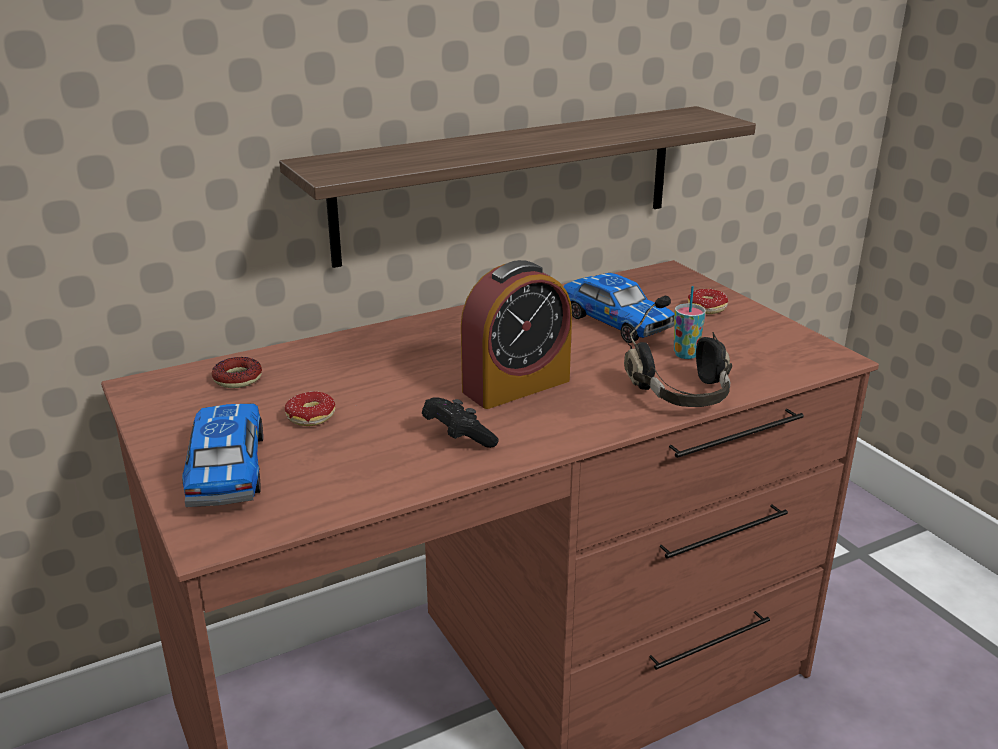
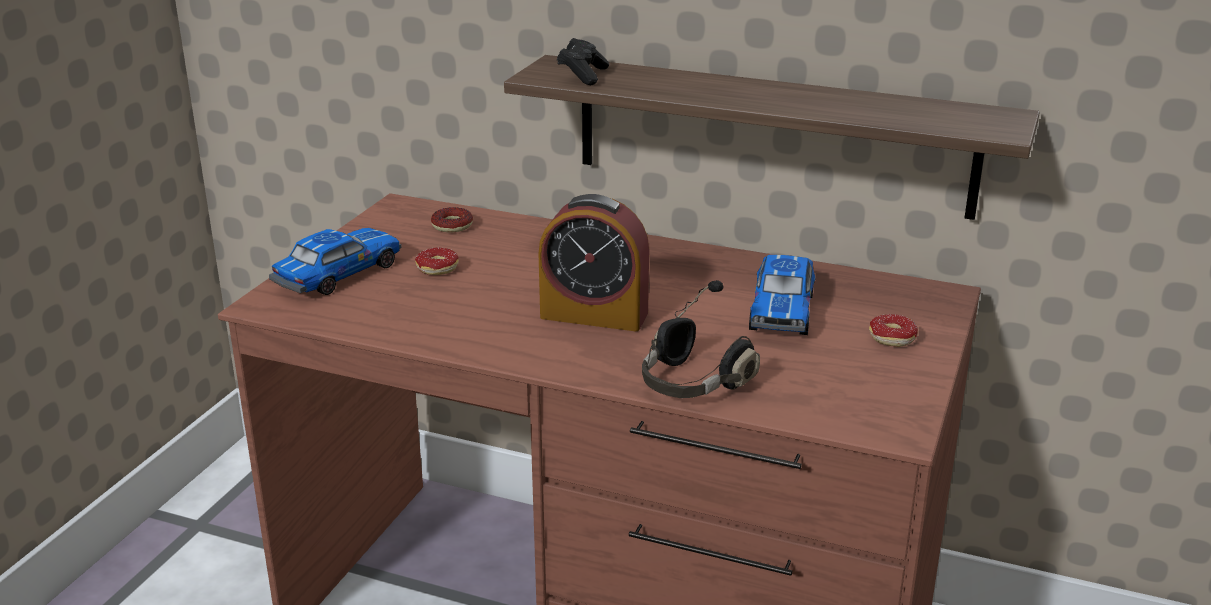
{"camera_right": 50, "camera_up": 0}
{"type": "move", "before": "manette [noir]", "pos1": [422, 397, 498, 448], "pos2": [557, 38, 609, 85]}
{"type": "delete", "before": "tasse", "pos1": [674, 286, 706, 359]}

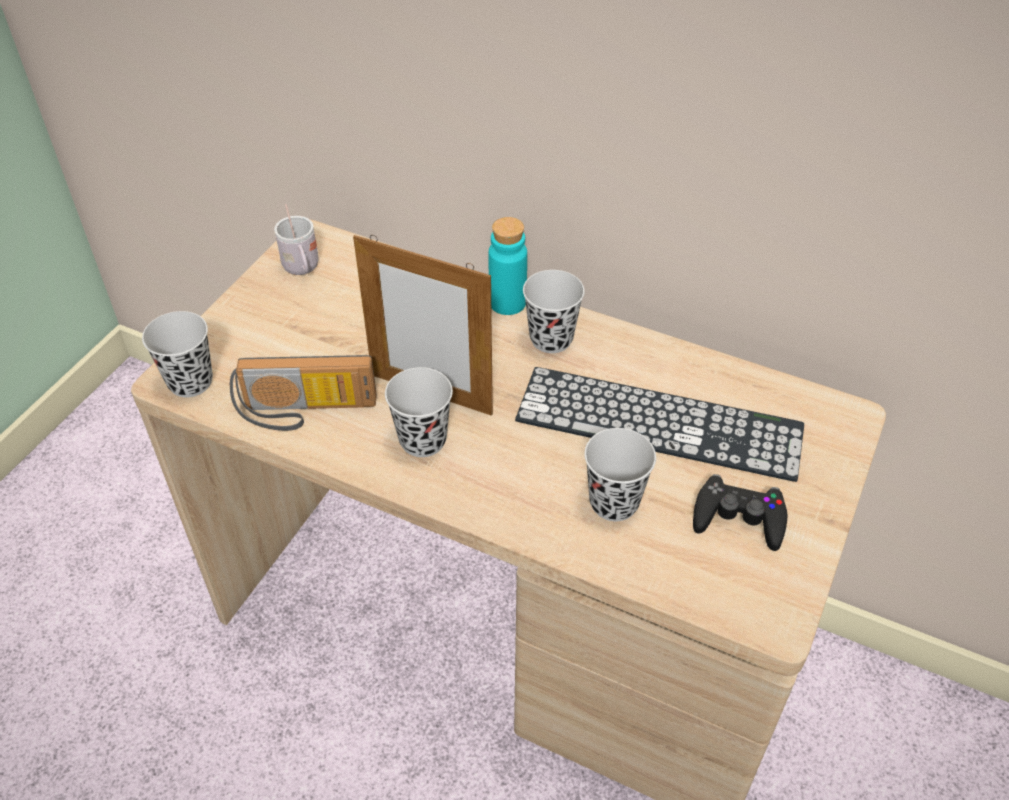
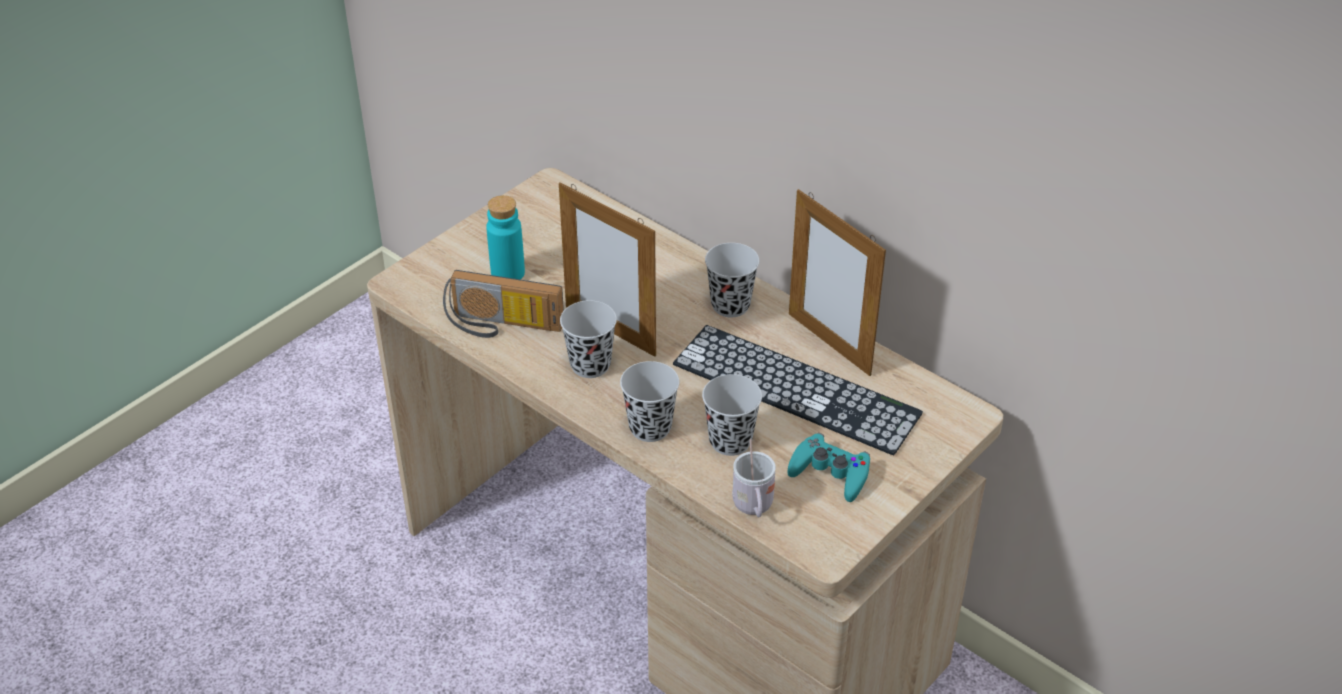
{"camera_right": 15, "camera_up": -5}
{"type": "move", "before": "tasse [noir]", "pos1": [142, 311, 213, 397], "pos2": [620, 361, 679, 442]}
{"type": "move", "before": "mug [blanc]", "pos1": [274, 204, 319, 275], "pos2": [732, 438, 776, 517]}
{"type": "move", "before": "bouteille [turquoise]", "pos1": [489, 217, 527, 315], "pos2": [486, 195, 525, 280]}
{"type": "recolor", "before": "manette [noir]", "after": "manette [turquoise]", "pos1": [693, 474, 787, 551], "pos2": [788, 433, 870, 502]}
{"type": "insert", "after": "cadre photo", "pos2": [789, 189, 886, 376]}

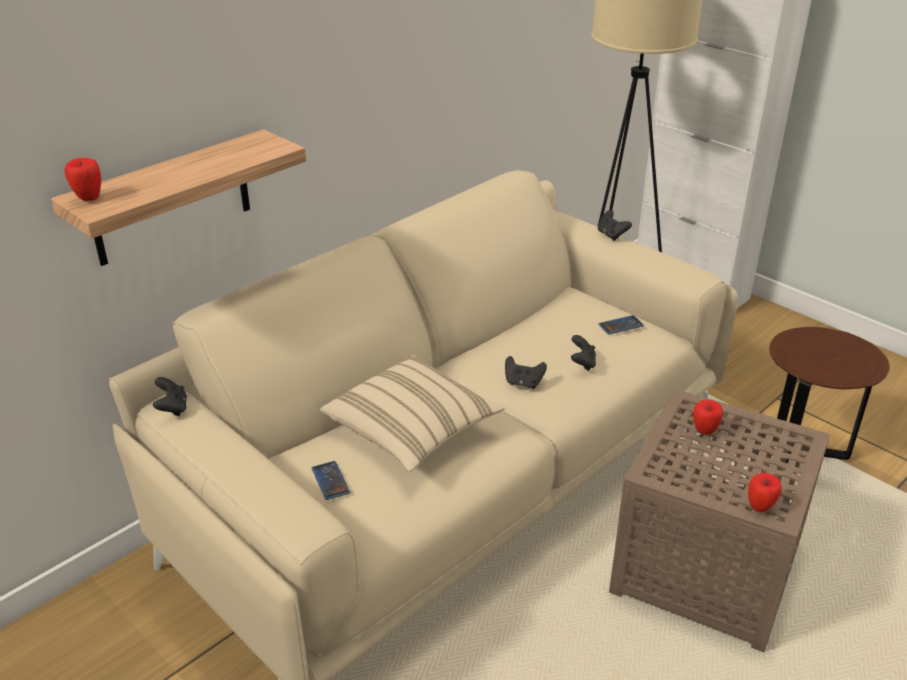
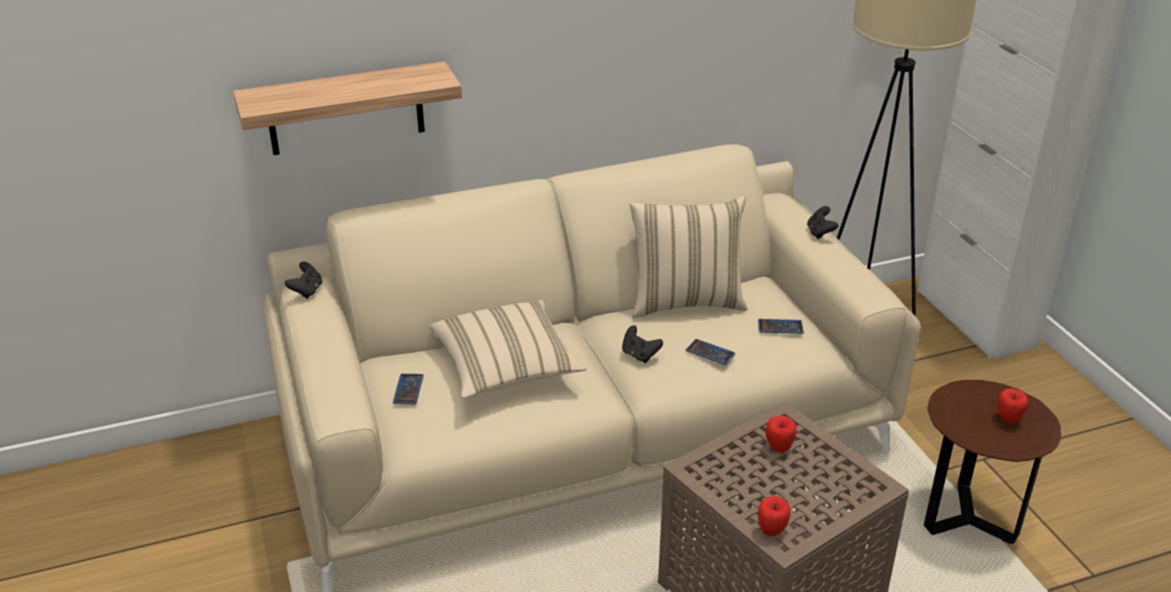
{"camera_right": 25, "camera_up": 0}
{"type": "move", "before": "pomme", "pos1": [64, 158, 101, 201], "pos2": [998, 388, 1028, 424]}
{"type": "replace", "before": "manette [noir]", "after": "téléphone", "pos1": [571, 335, 596, 371], "pos2": [686, 339, 735, 365]}
{"type": "insert", "after": "coussin [beige]", "pos2": [629, 195, 748, 318]}

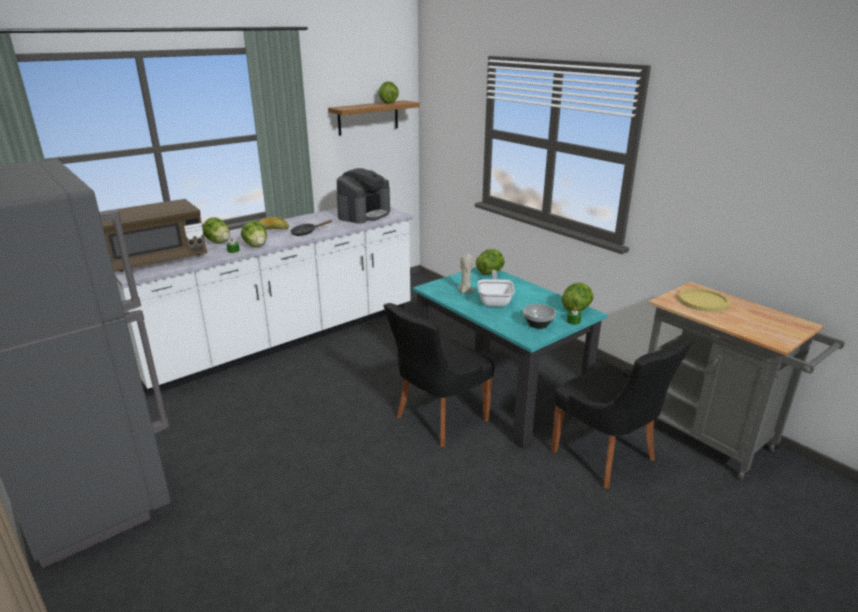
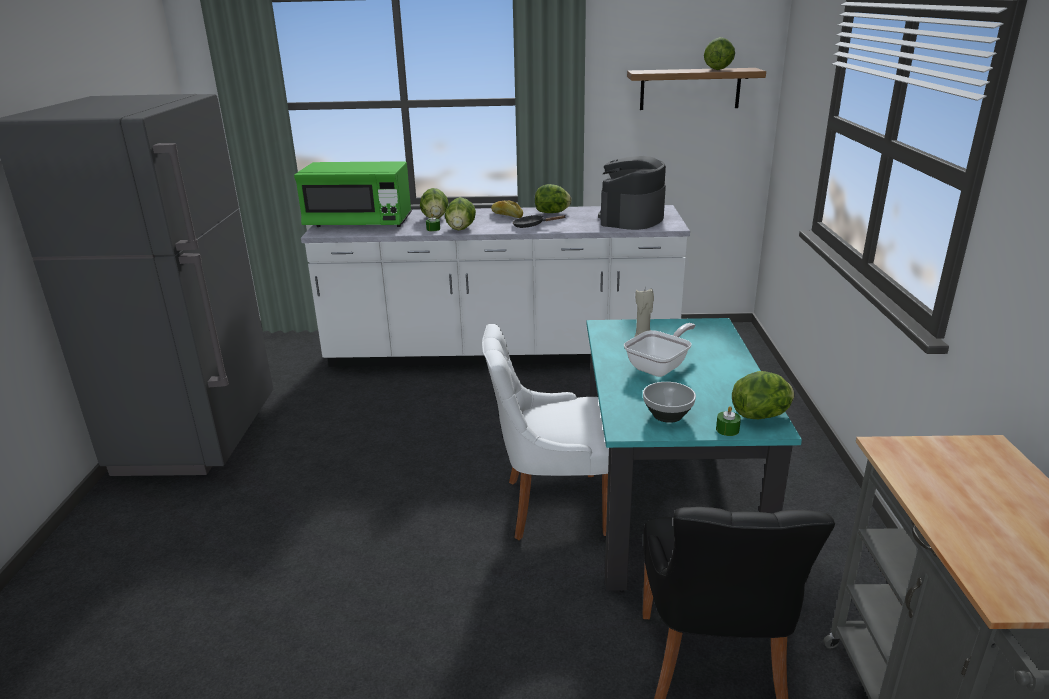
{"camera_right": 40, "camera_up": 0}
{"type": "recolor", "before": "micro-ondes [marron]", "after": "micro-ondes [vert]", "pos1": [101, 199, 207, 272], "pos2": [294, 162, 412, 227]}
{"type": "rotate", "before": "machine à café", "pos1": [337, 168, 390, 224], "pos2": [598, 156, 666, 230], "turn": 135}
{"type": "recolor", "before": "chaise [noir]", "after": "chaise [blanc]", "pos1": [383, 303, 494, 447], "pos2": [482, 324, 609, 540]}
{"type": "move", "before": "laitue", "pos1": [476, 249, 505, 275], "pos2": [535, 184, 572, 213]}
{"type": "delete", "before": "assiette [jaune]", "pos1": [678, 289, 730, 312]}

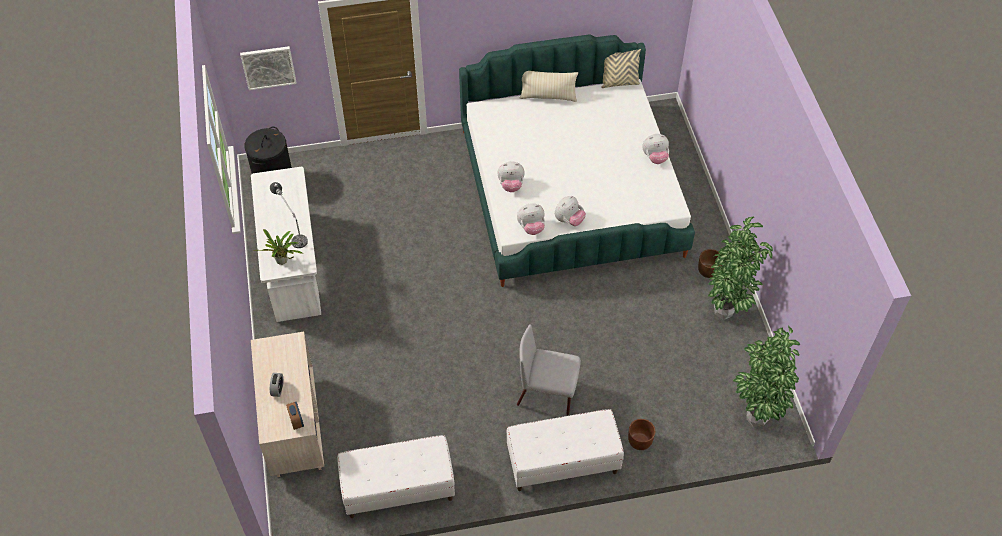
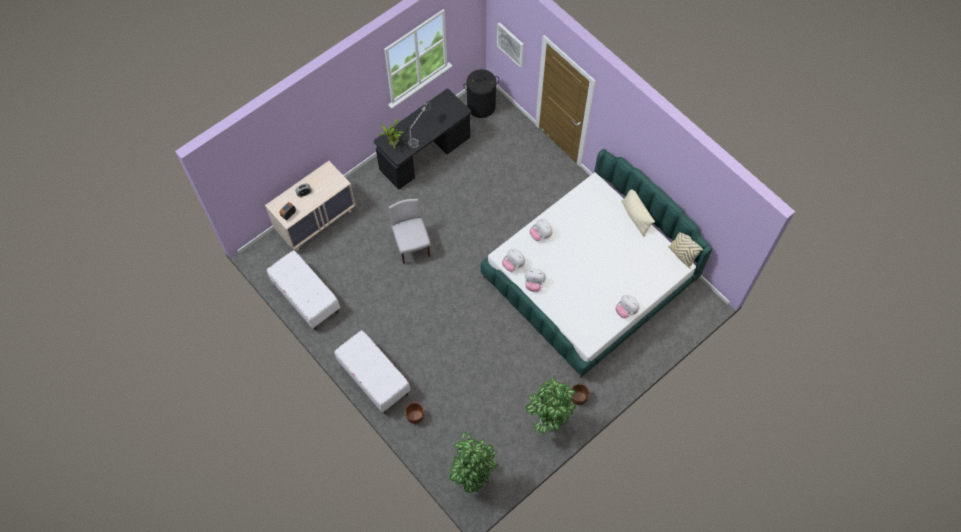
{"camera_right": 60, "camera_up": 10}
{"type": "recolor", "before": "bureau [blanc]", "after": "bureau [noir]", "pos1": [251, 167, 321, 322], "pos2": [374, 89, 472, 189]}
{"type": "move", "before": "chaise [gris]", "pos1": [517, 324, 581, 415], "pos2": [389, 199, 431, 264]}

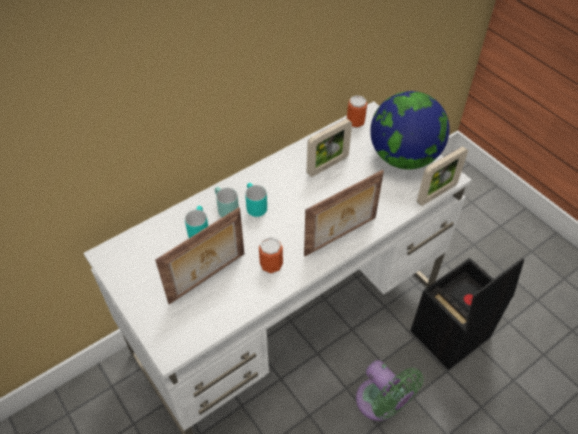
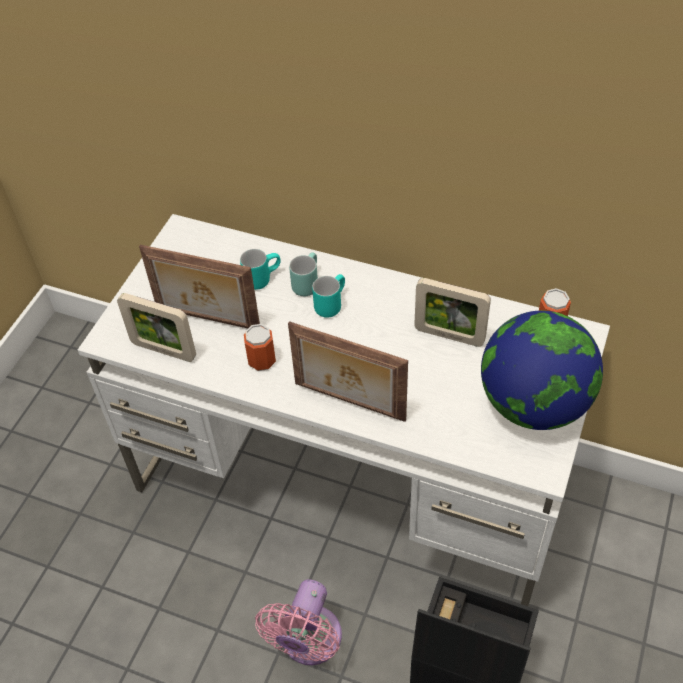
{"camera_right": 60, "camera_up": 0}
{"type": "recolor", "before": "ventilateur [vert]", "after": "ventilateur [rose]", "pos1": [356, 360, 424, 421], "pos2": [255, 579, 342, 665]}
{"type": "move", "before": "cadre photo", "pos1": [417, 146, 468, 206], "pos2": [117, 293, 196, 362]}

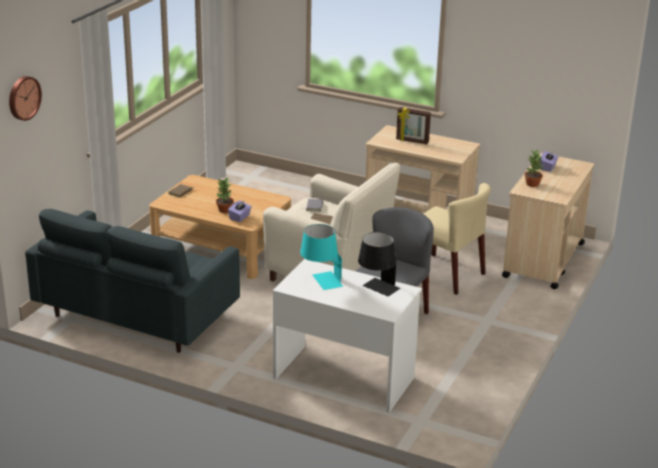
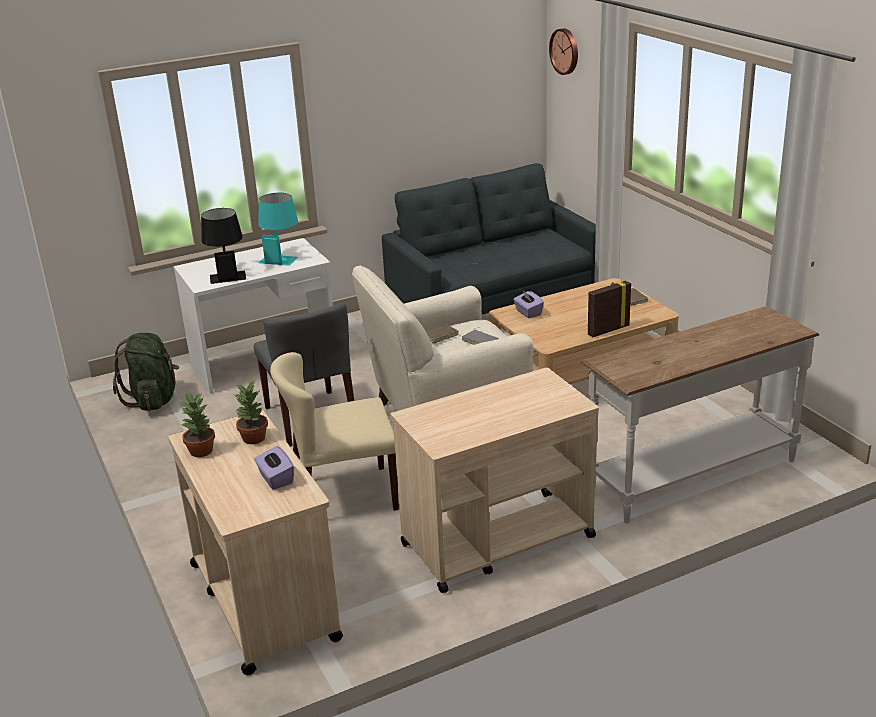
{"camera_right": 130, "camera_up": 0}
{"type": "move", "before": "plante en pot", "pos1": [216, 177, 234, 213], "pos2": [179, 392, 215, 457]}
{"type": "move", "before": "cadre photo", "pos1": [396, 107, 431, 144], "pos2": [588, 281, 631, 337]}
{"type": "insert", "after": "sac à dos [vert]", "pos2": [113, 333, 179, 411]}
{"type": "insert", "after": "table console [blanc]", "pos2": [581, 306, 819, 523]}

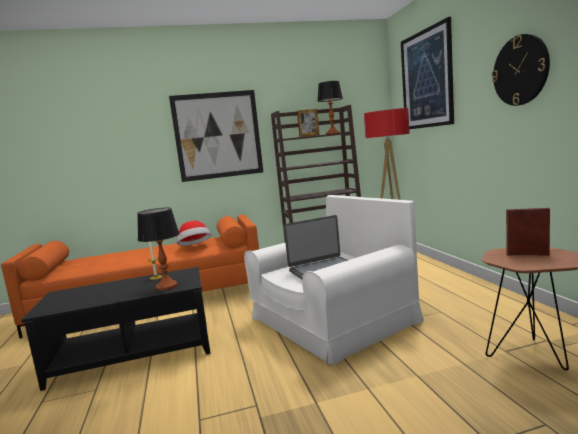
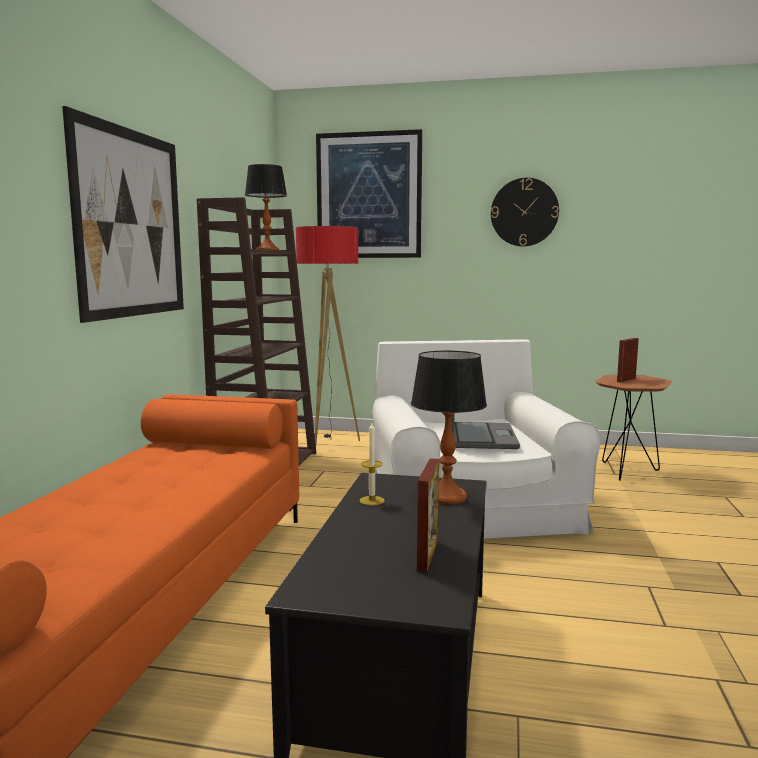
{"camera_right": -65, "camera_up": 0}
{"type": "delete", "before": "chapeau", "pos1": [177, 221, 211, 246]}
{"type": "move", "before": "cadre photo", "pos1": [297, 109, 320, 137], "pos2": [417, 458, 439, 573]}

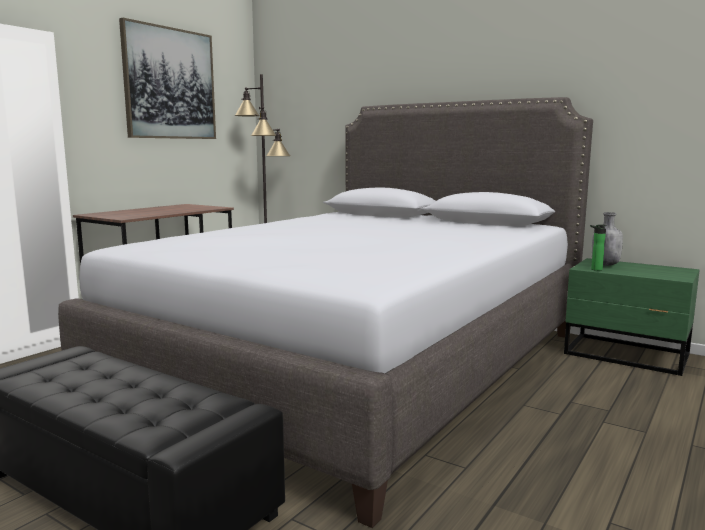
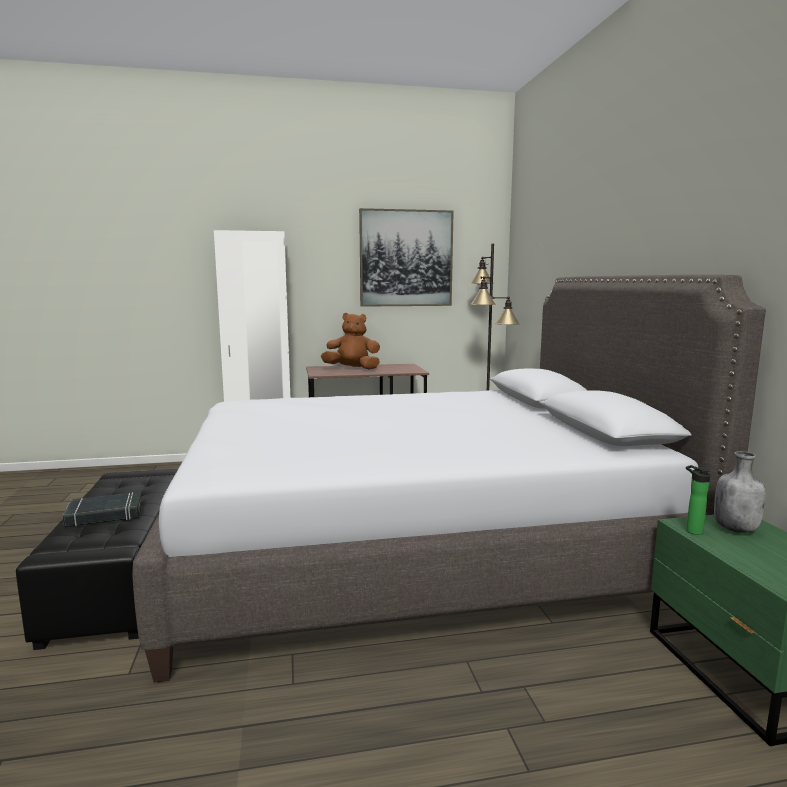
{"camera_right": 45, "camera_up": 0}
{"type": "insert", "after": "livre [noir]", "pos2": [63, 492, 142, 527]}
{"type": "insert", "after": "peluche [marron]", "pos2": [321, 313, 380, 370]}

